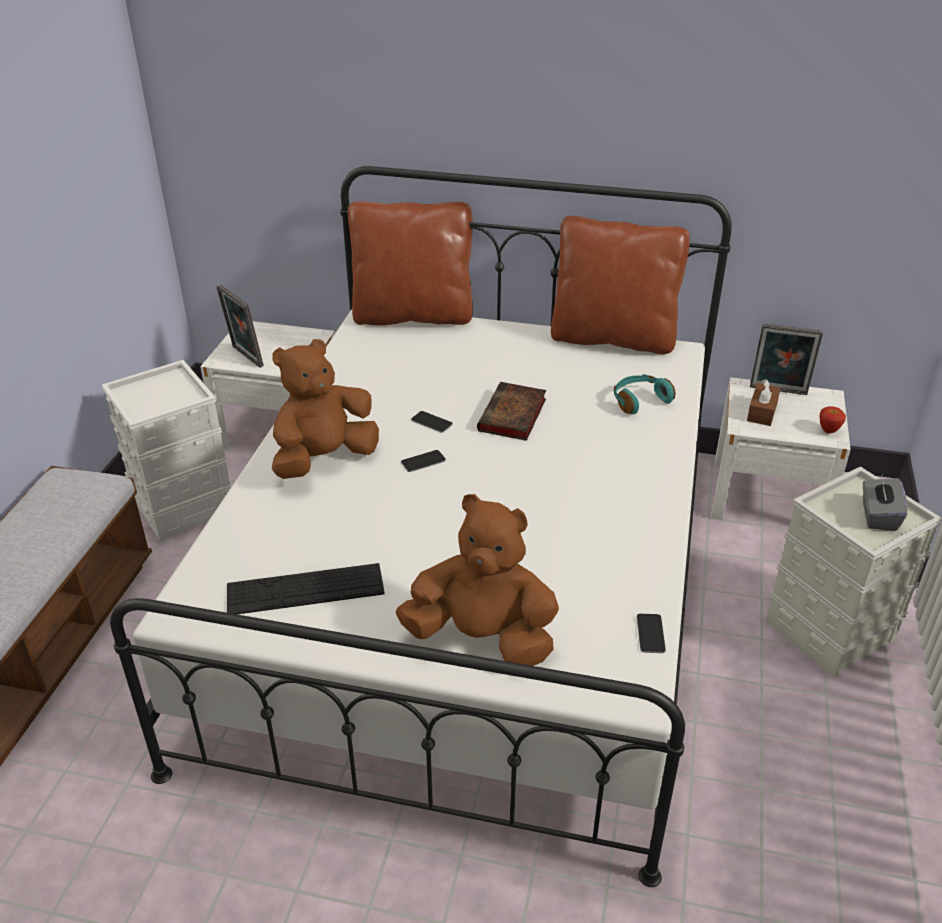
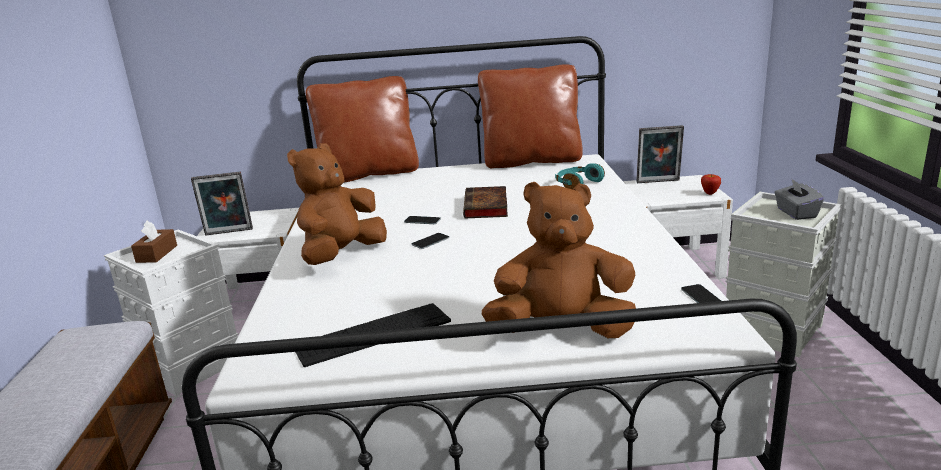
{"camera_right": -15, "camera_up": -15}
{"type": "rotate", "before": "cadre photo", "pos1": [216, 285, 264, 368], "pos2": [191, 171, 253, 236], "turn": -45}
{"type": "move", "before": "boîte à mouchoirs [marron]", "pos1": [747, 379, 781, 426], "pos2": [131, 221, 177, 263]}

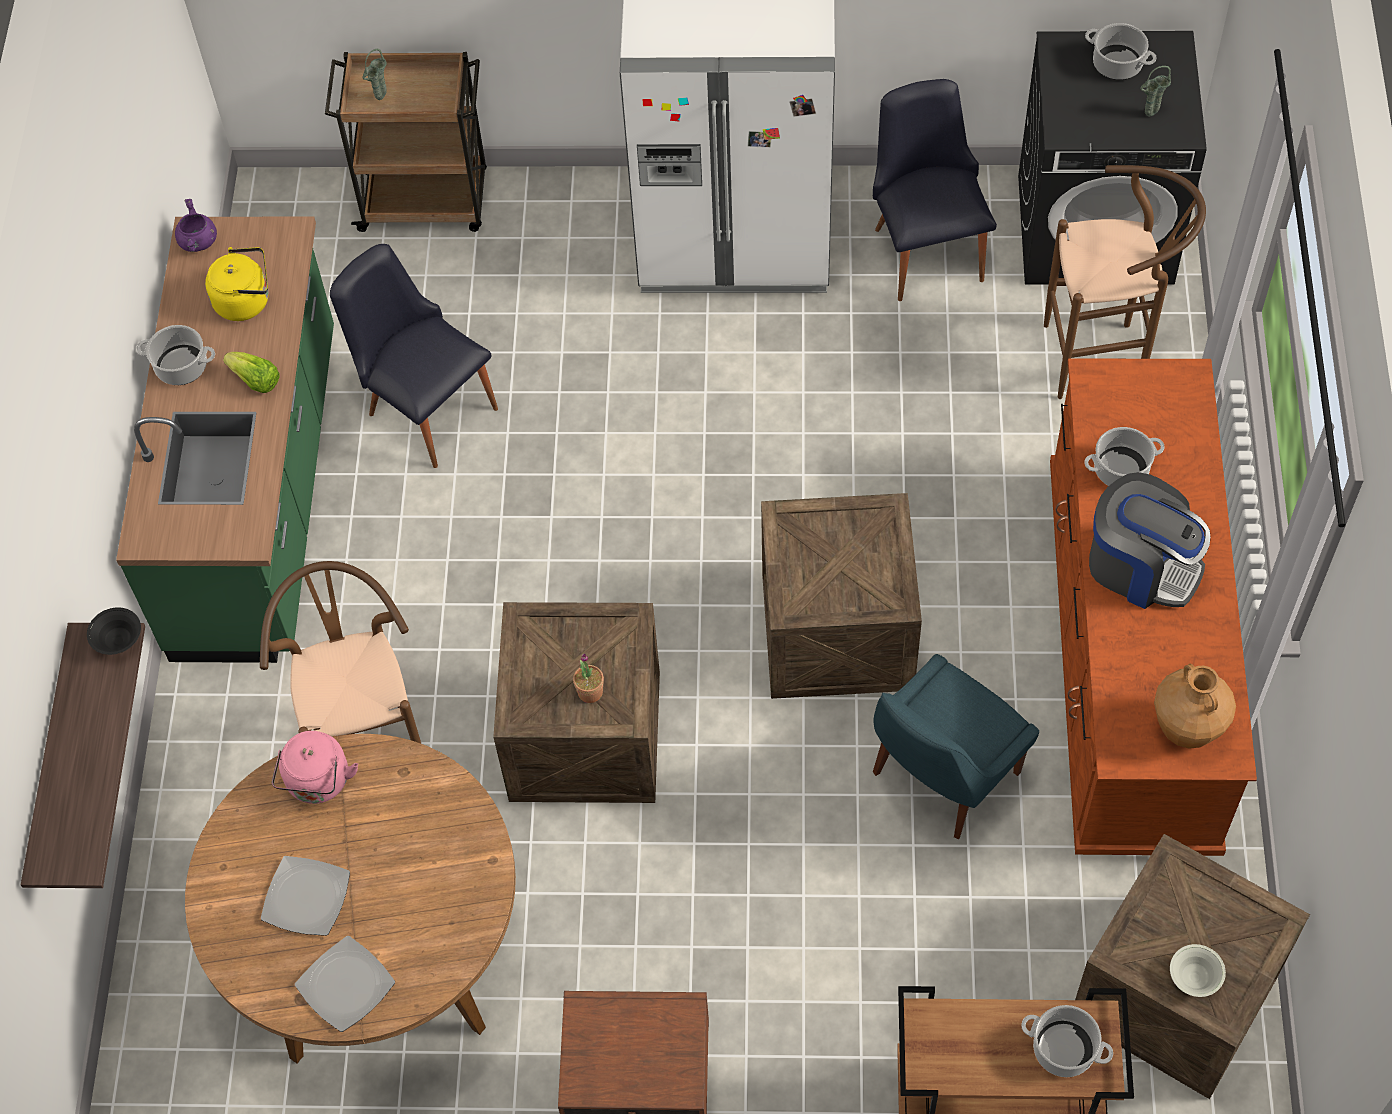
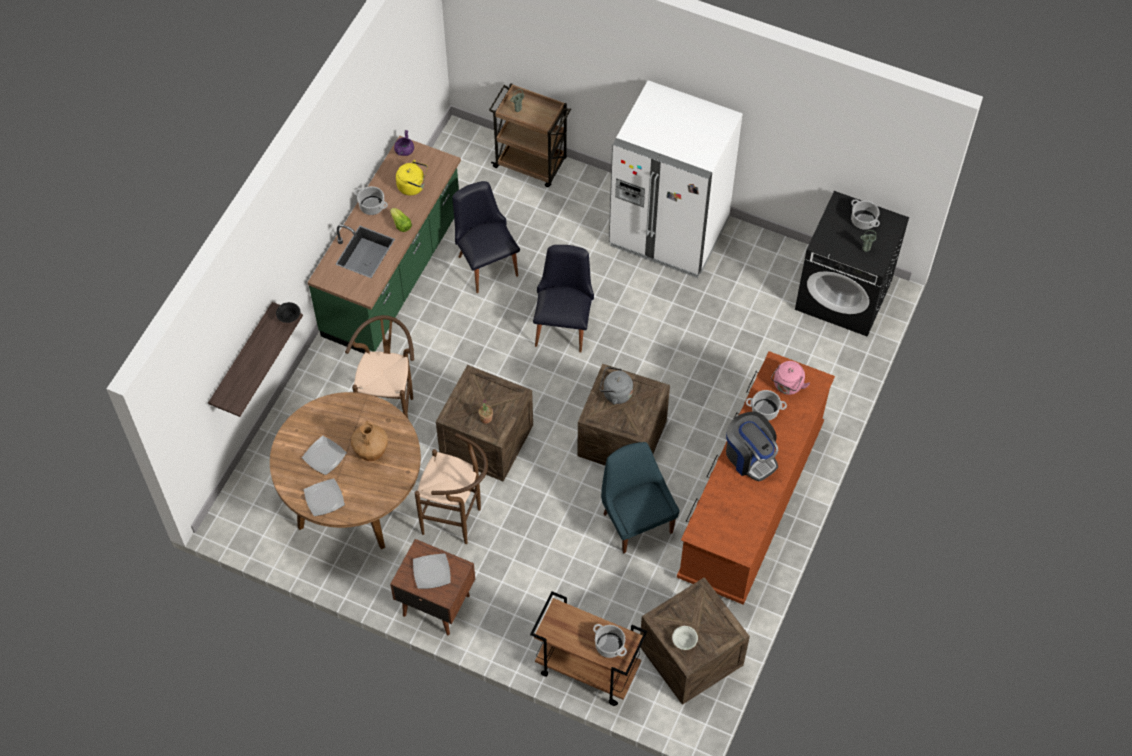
{"camera_right": 20, "camera_up": 0}
{"type": "move", "before": "bouilloire [rose]", "pos1": [272, 731, 358, 804], "pos2": [771, 361, 810, 395]}
{"type": "move", "before": "chaise [noir]", "pos1": [873, 79, 997, 301], "pos2": [533, 245, 594, 353]}
{"type": "rotate", "before": "chaise [bleu]", "pos1": [873, 654, 1039, 839], "pos2": [601, 442, 680, 553], "turn": 90}
{"type": "move", "before": "tabouret [marron]", "pos1": [1044, 165, 1206, 399], "pos2": [415, 433, 488, 544]}
{"type": "move", "before": "vase [marron]", "pos1": [1154, 664, 1236, 749], "pos2": [351, 421, 388, 461]}
{"type": "insert", "after": "assiette", "pos2": [413, 554, 451, 589]}
{"type": "insert", "after": "bouilloire [gris]", "pos2": [600, 367, 633, 405]}

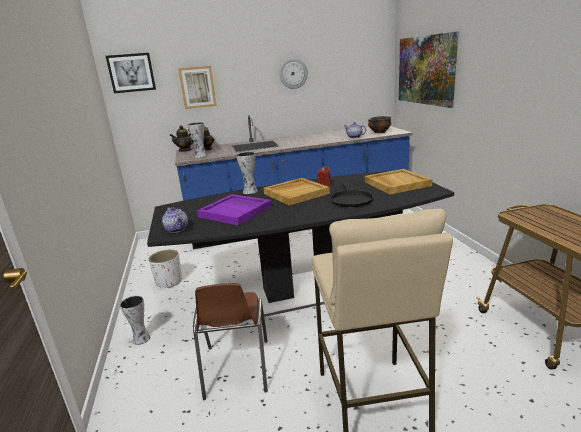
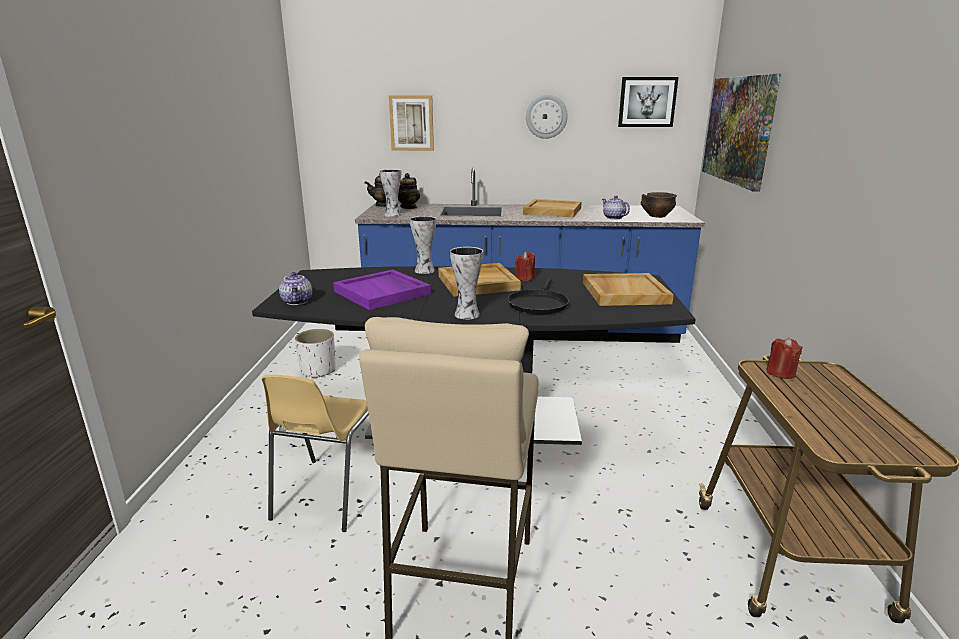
{"camera_right": 15, "camera_up": 0}
{"type": "move", "before": "tableau", "pos1": [106, 53, 156, 93], "pos2": [618, 77, 679, 127]}
{"type": "move", "before": "vase", "pos1": [120, 295, 150, 345], "pos2": [450, 247, 483, 320]}
{"type": "recolor", "before": "chaise [marron]", "after": "chaise [jaune]", "pos1": [193, 283, 268, 400], "pos2": [262, 375, 369, 532]}
{"type": "insert", "after": "plateau [beige]", "pos2": [523, 199, 582, 217]}
{"type": "insert", "after": "bougie [rouge]", "pos2": [766, 338, 803, 379]}

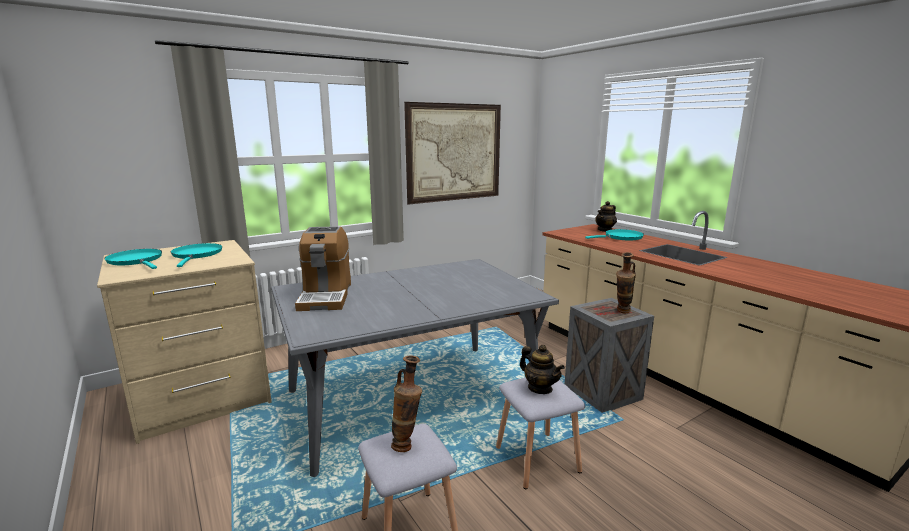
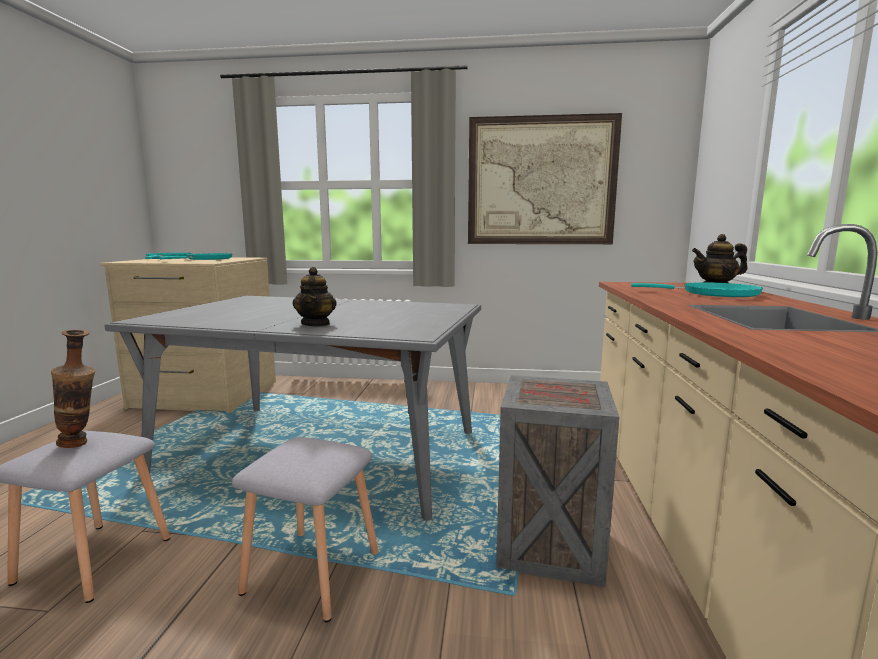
{"camera_right": 40, "camera_up": -5}
{"type": "delete", "before": "machine à café", "pos1": [295, 226, 351, 311]}
{"type": "move", "before": "théière", "pos1": [520, 345, 565, 394], "pos2": [293, 267, 337, 326]}
{"type": "delete", "before": "vase", "pos1": [616, 252, 636, 314]}

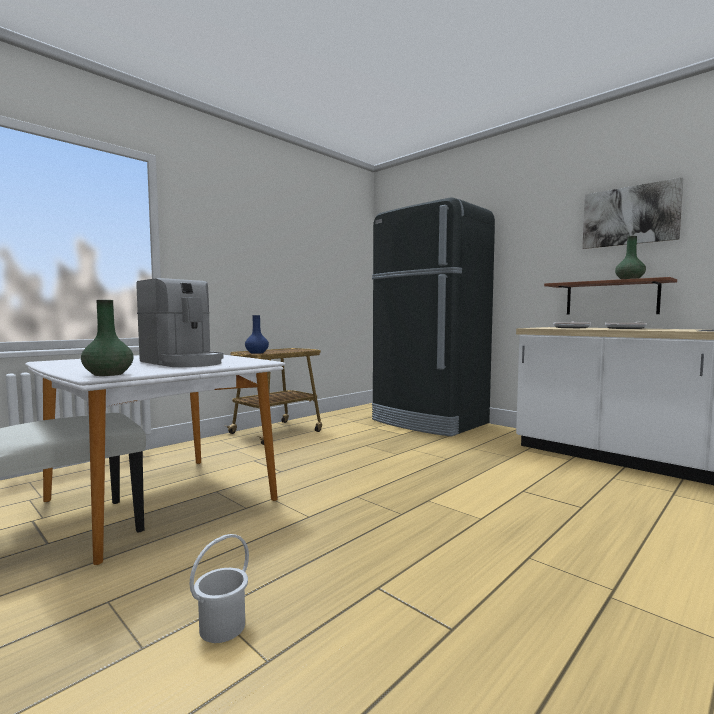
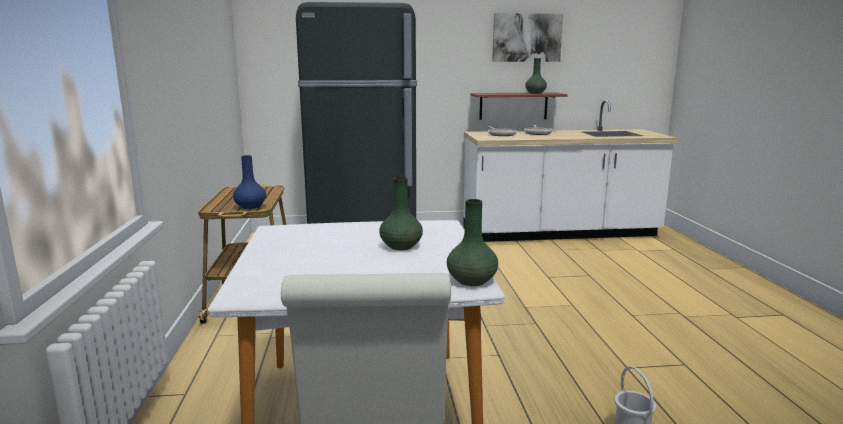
{"camera_right": -50, "camera_up": 10}
{"type": "replace", "before": "machine à café", "after": "vase [vert]", "pos1": [136, 278, 224, 367], "pos2": [379, 177, 423, 250]}

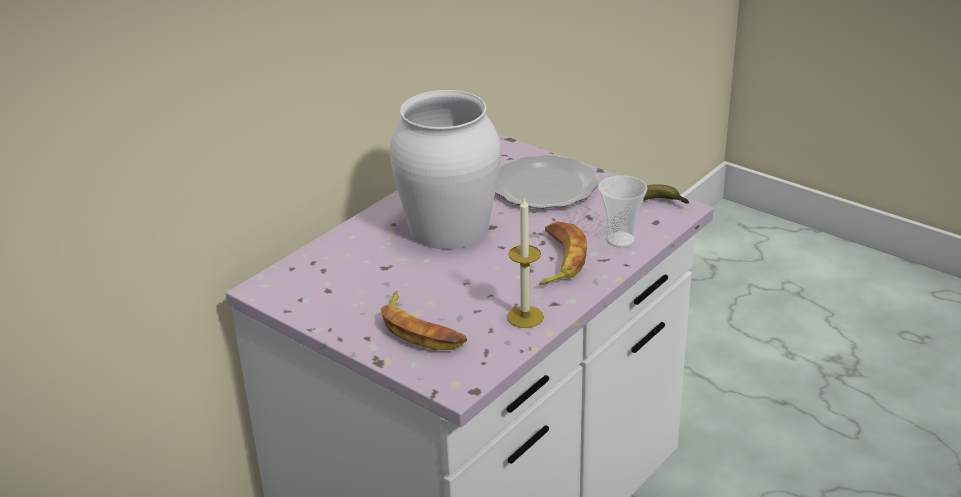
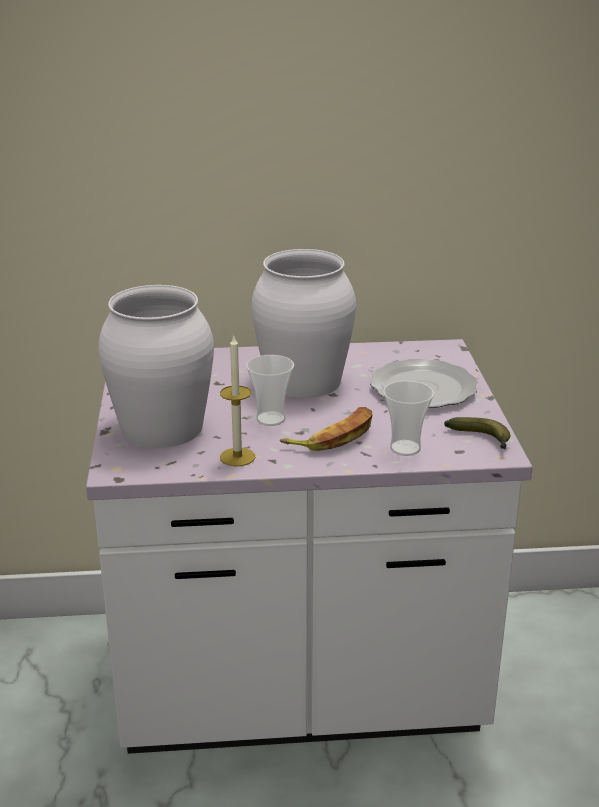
{"camera_right": 45, "camera_up": -5}
{"type": "replace", "before": "banane", "after": "vase [blanc]", "pos1": [380, 291, 467, 350], "pos2": [98, 285, 214, 448]}
{"type": "insert", "after": "tasse", "pos2": [246, 355, 294, 426]}

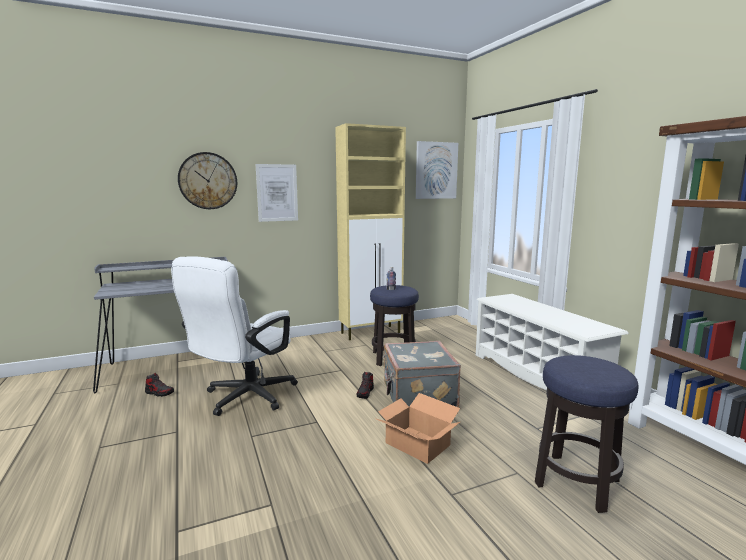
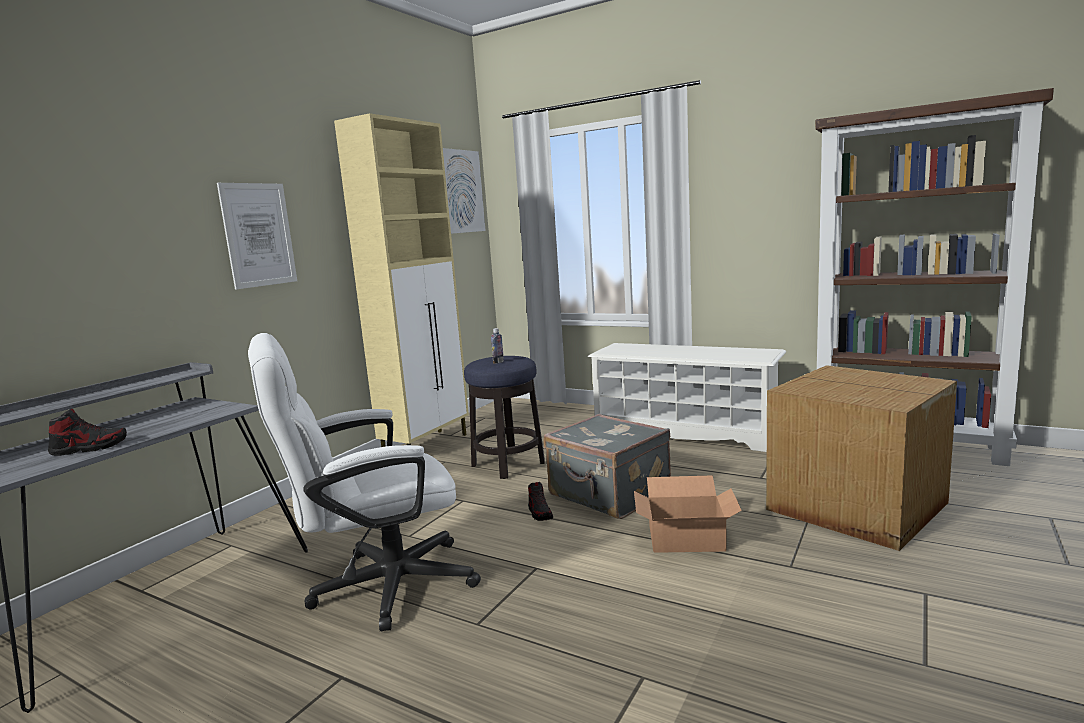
{"camera_right": -35, "camera_up": 0}
{"type": "move", "before": "chaussure", "pos1": [145, 373, 174, 397], "pos2": [48, 409, 127, 456]}
{"type": "rotate", "before": "chaise de bureau [blanc]", "pos1": [171, 256, 298, 416], "pos2": [248, 333, 481, 632], "turn": 75}
{"type": "delete", "before": "horloge murale", "pos1": [178, 152, 237, 209]}
{"type": "replace", "before": "tabouret", "after": "carton", "pos1": [535, 355, 638, 513], "pos2": [766, 365, 957, 551]}

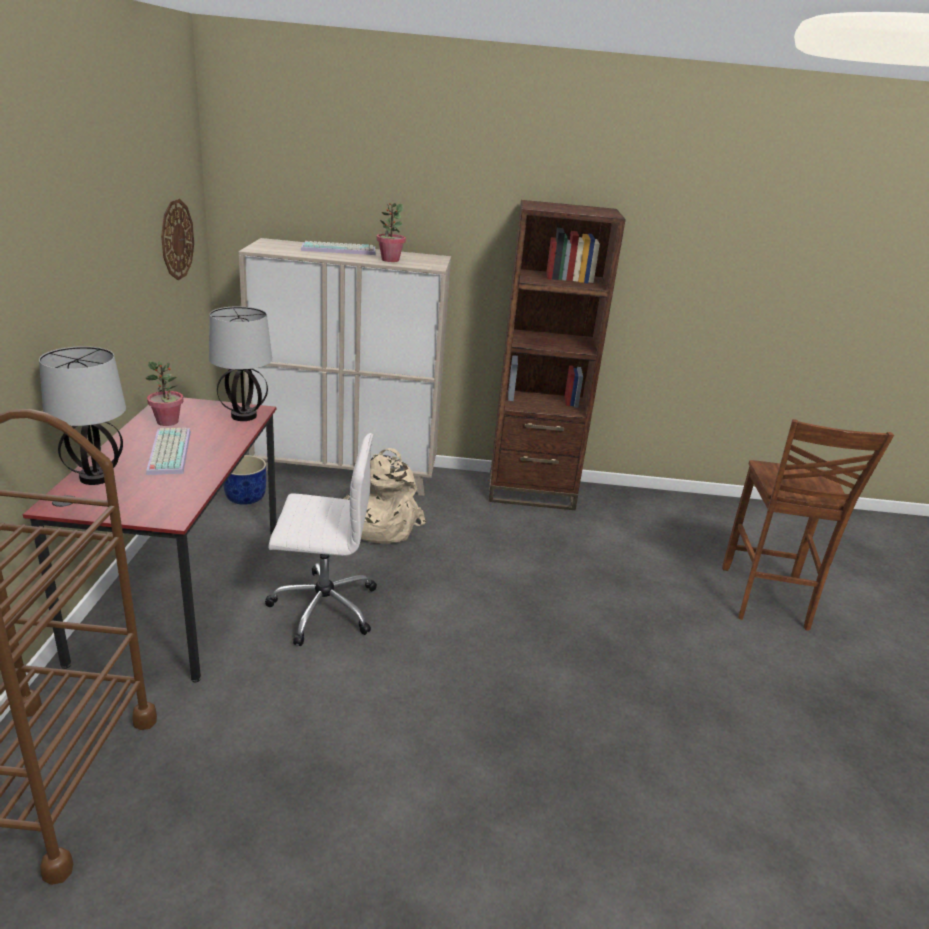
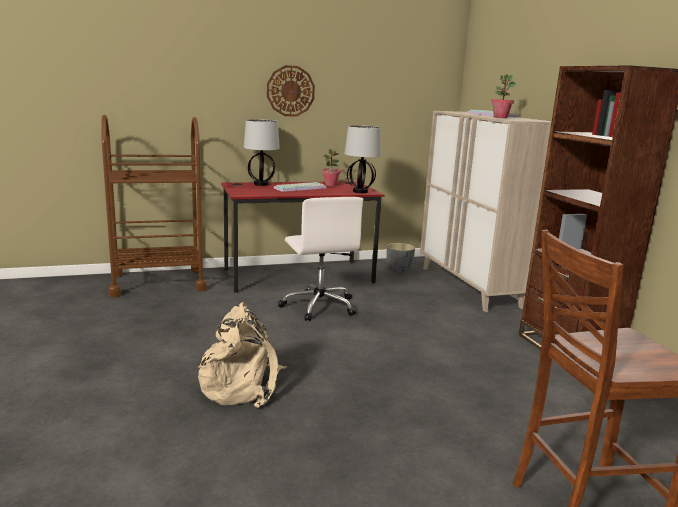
{"camera_right": 70, "camera_up": -10}
{"type": "move", "before": "horloge murale", "pos1": [161, 199, 194, 280], "pos2": [267, 65, 315, 117]}
{"type": "recolor", "before": "cache-pot [bleu]", "after": "cache-pot [gris]", "pos1": [223, 455, 266, 505], "pos2": [386, 243, 415, 273]}
{"type": "move", "before": "sac à dos [beige]", "pos1": [342, 448, 426, 544], "pos2": [198, 302, 287, 408]}

